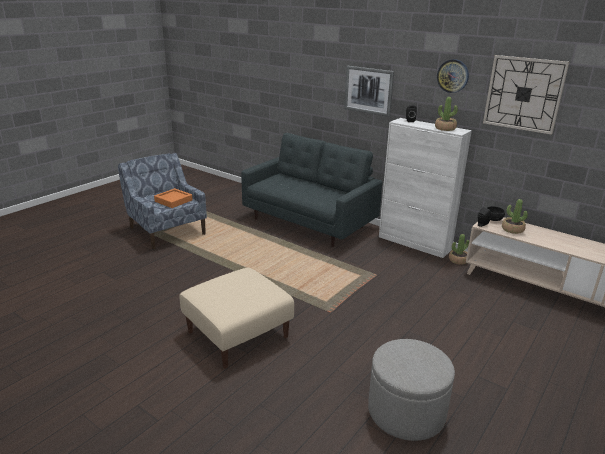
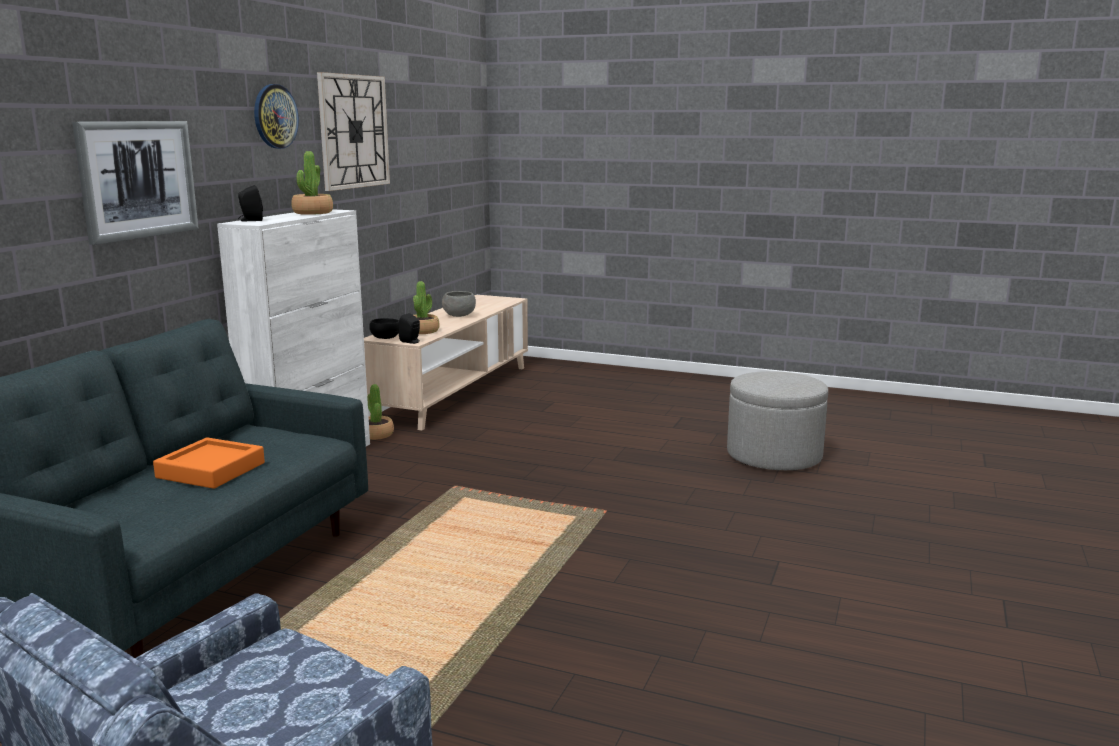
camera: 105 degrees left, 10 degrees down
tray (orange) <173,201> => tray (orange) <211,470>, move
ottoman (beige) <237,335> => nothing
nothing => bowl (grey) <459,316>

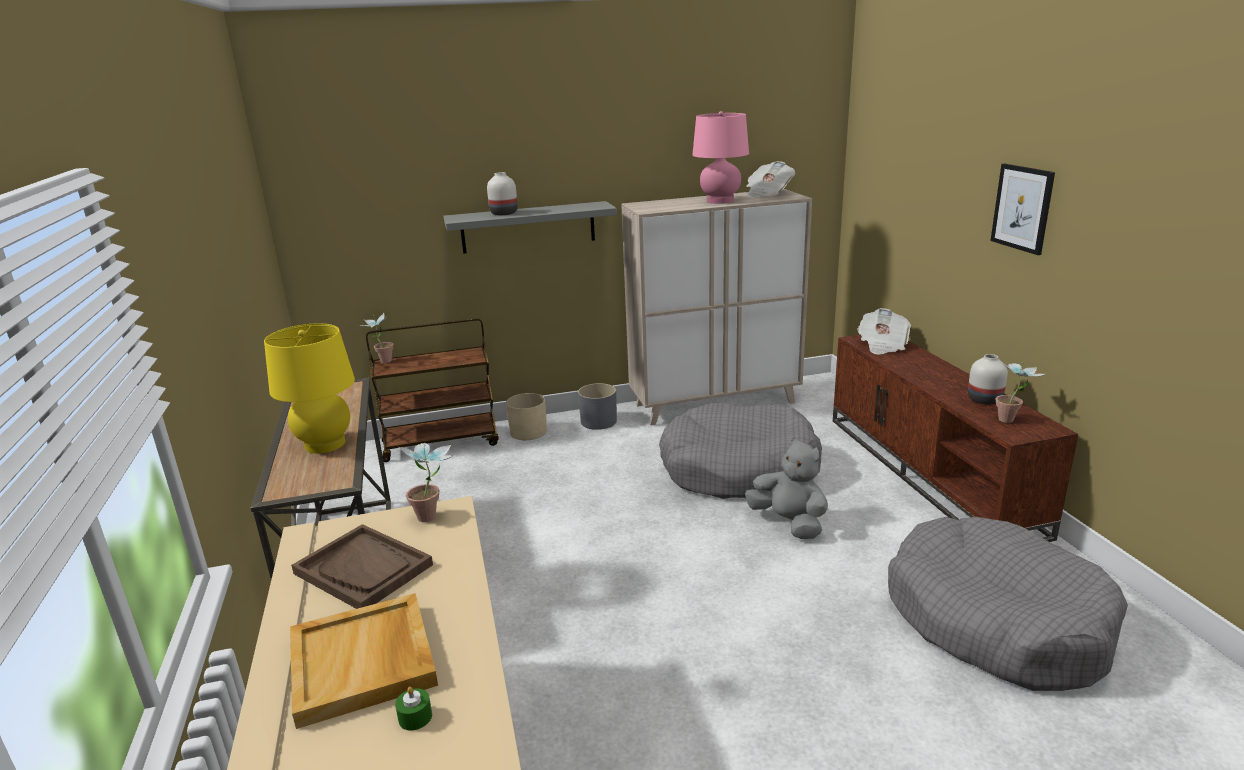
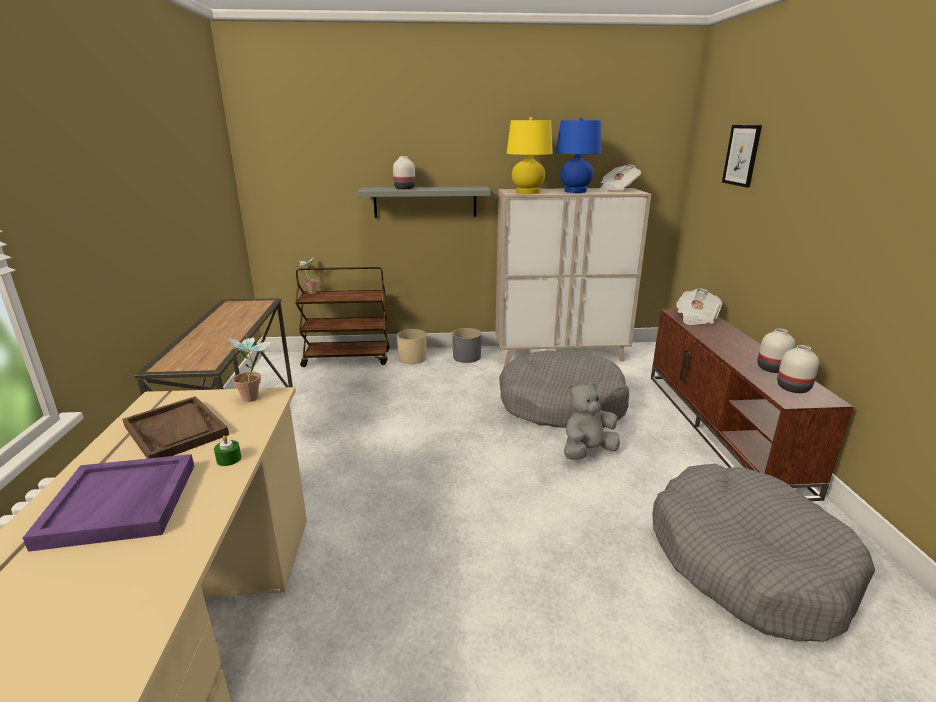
camera: 10 degrees right, 0 degrees up
table lamp (pink) <720,201> => table lamp (blue) <575,191>
picture <1022,208> => picture <742,155>, move
table lamp (yellow) <325,444> => table lamp (yellow) <527,192>, move
potted plant <1011,420> => vase (white) <792,387>
plush toy (grey) <789,523> => plush toy (grey) <587,451>, 90 degrees counterclockwise
tray (beige) <364,662> => tray (purple) <121,504>
candle (green) <415,717> => candle (green) <229,459>, move

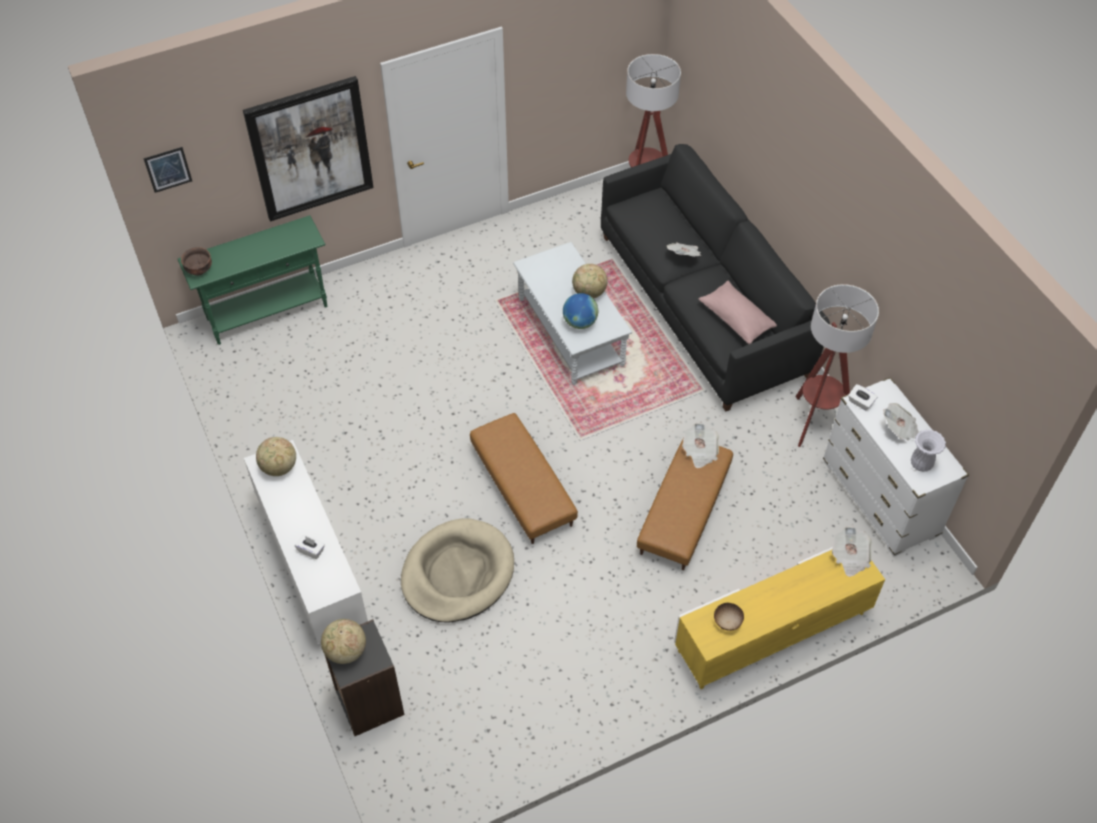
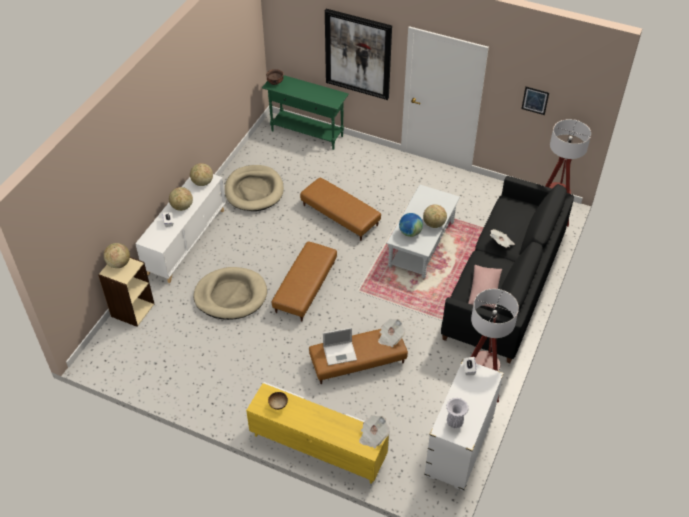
camera: 50 degrees right, 5 degrees down
picture <168,169> => picture <535,100>, move
newspaper <900,429> => nothing
bookcase (black) <368,702> => bookcase (beige) <132,310>
nothing => dog bed (beige) <254,190>
nothing => ottoman (brown) <340,215>
nothing => globe <182,207>
nothing => laptop <340,353>

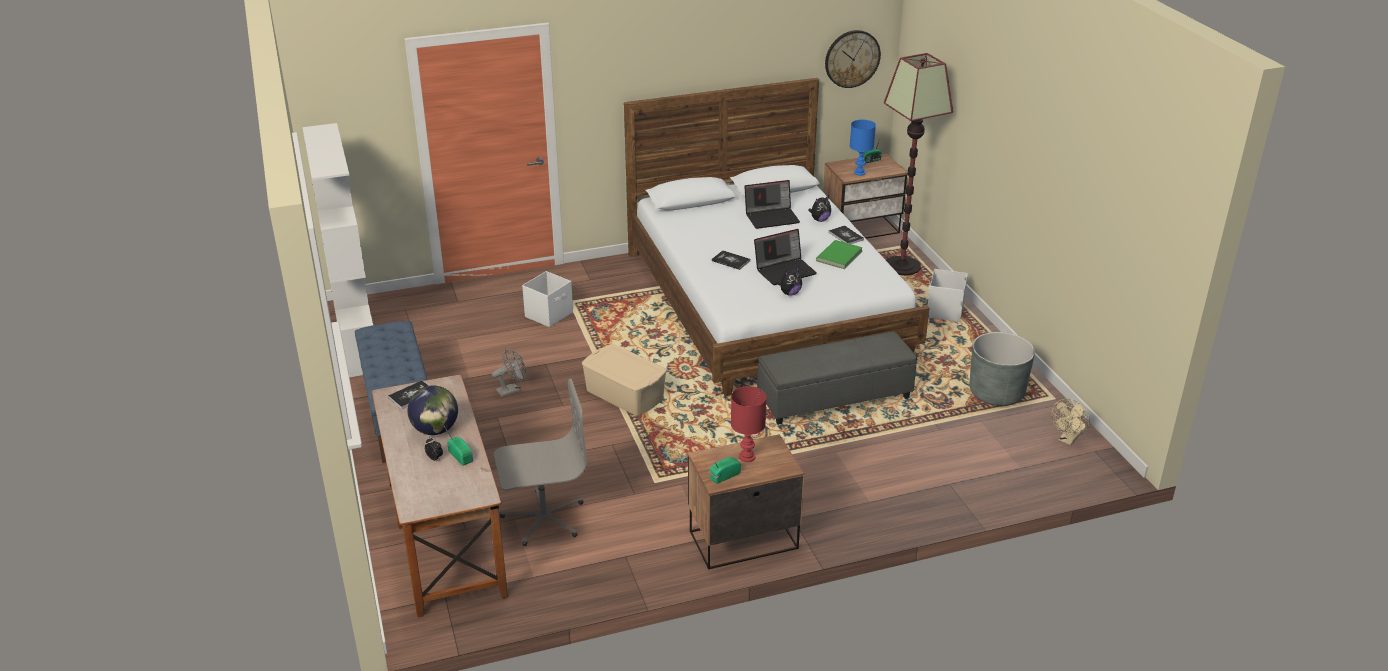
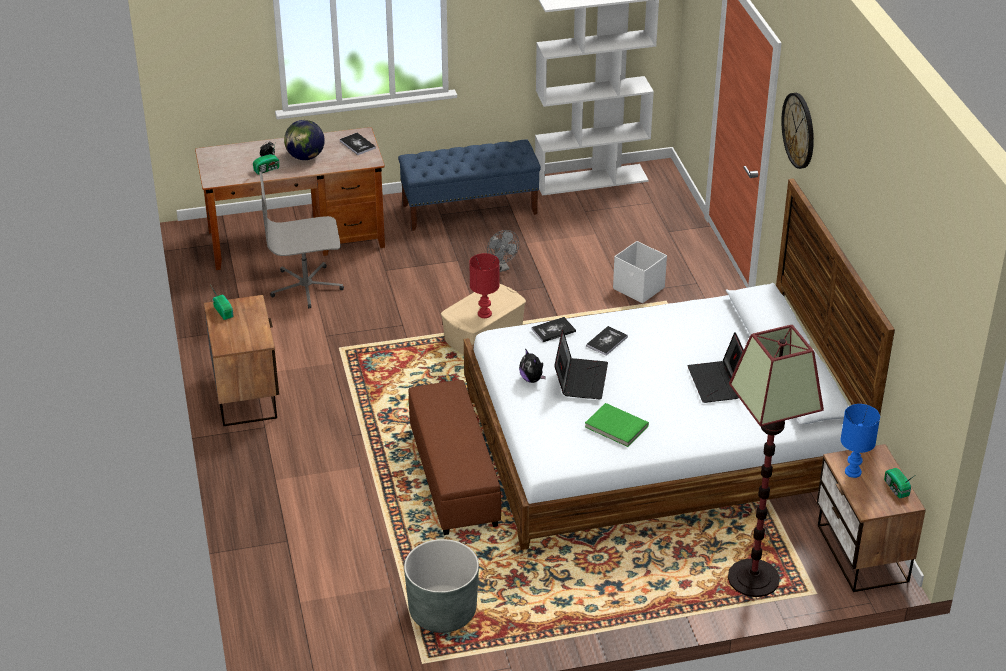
camera: 95 degrees right, 5 degrees up
wall clock <852,58> => wall clock <799,130>, move
plush toy <819,220> => nothing
book <846,236> => book <553,330>, move
laptop <785,270> => laptop <580,378>, 150 degrees counterclockwise
storage box (white) <944,311> => nothing
ottoman (grey) <834,397> => ottoman (brown) <455,477>
office chair (grey) <543,518> => office chair (grey) <306,287>, 90 degrees clockwise
table lamp (red) <747,457> => table lamp (red) <484,314>, move
fan (beige) <1068,440> => nothing

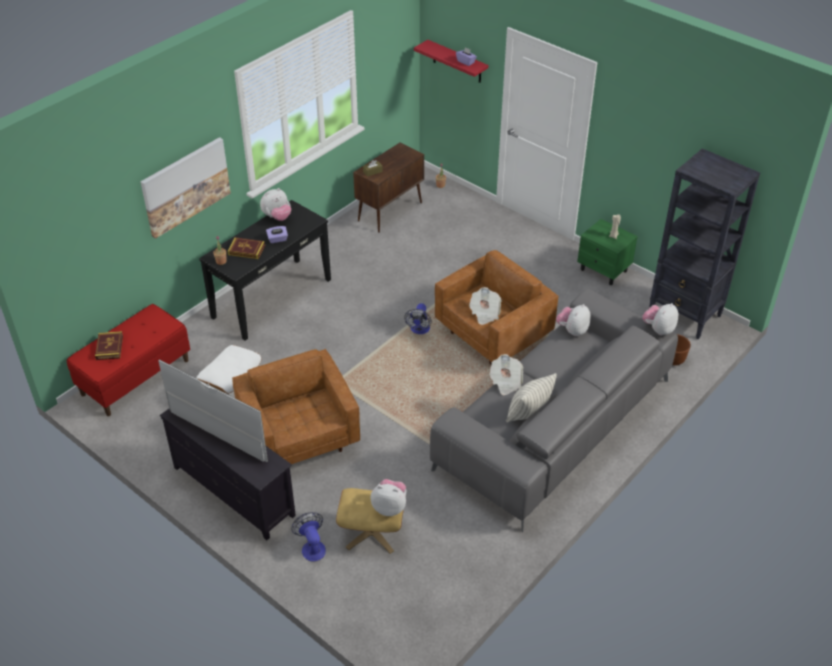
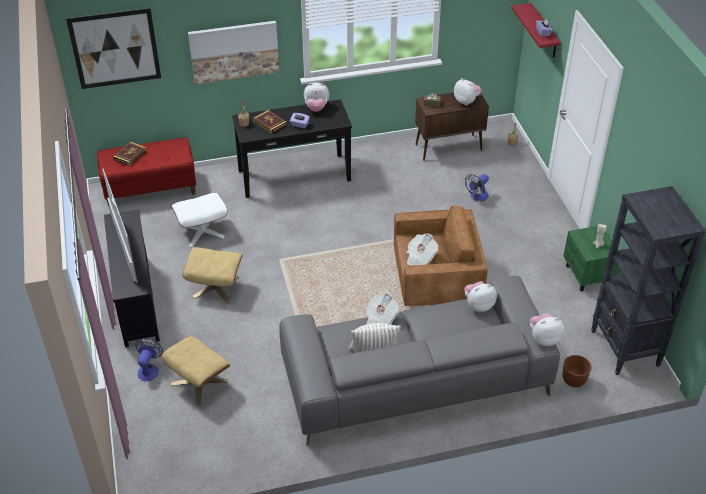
camera: 35 degrees right, 0 degrees up
fan <419,330> => fan <477,197>, move
armchair (brown) <299,437> => ottoman (beige) <216,287>
plush toy <390,507> => plush toy <466,101>, move
nothing => picture <115,48>

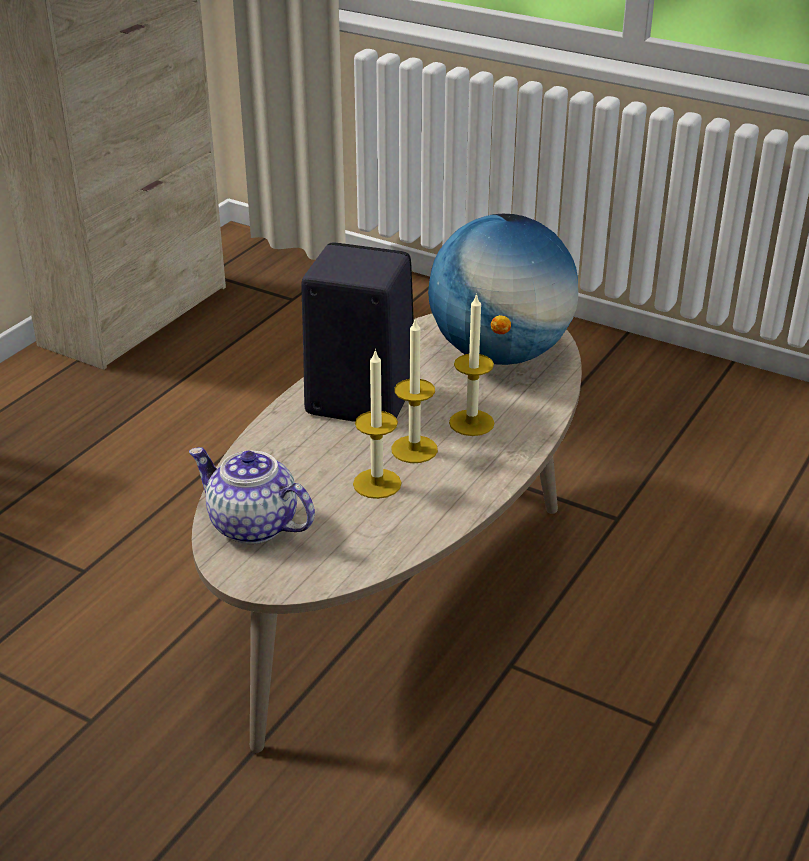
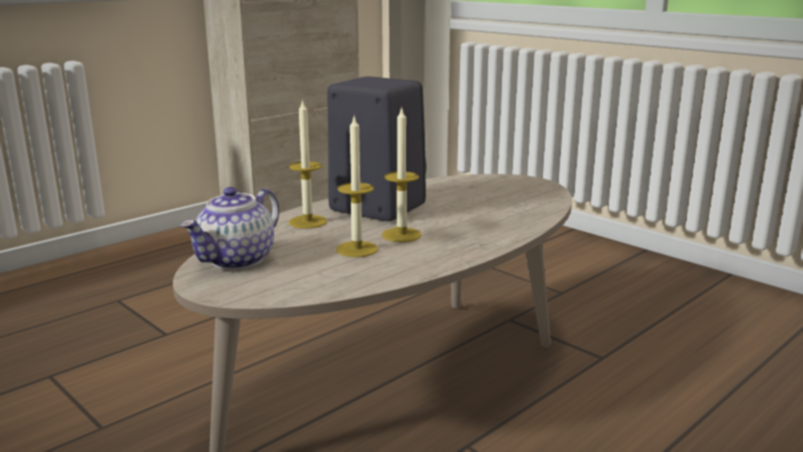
camera: 15 degrees right, 15 degrees down
globe <500,354> => nothing
candle <471,423> => candle <308,222>, move
teapot <252,525> => teapot <237,260>, 105 degrees counterclockwise

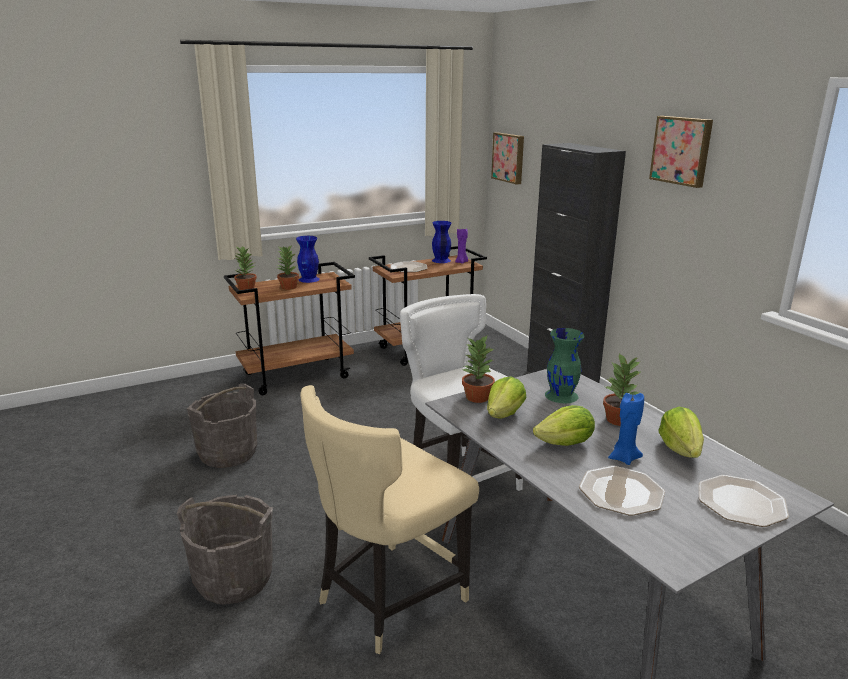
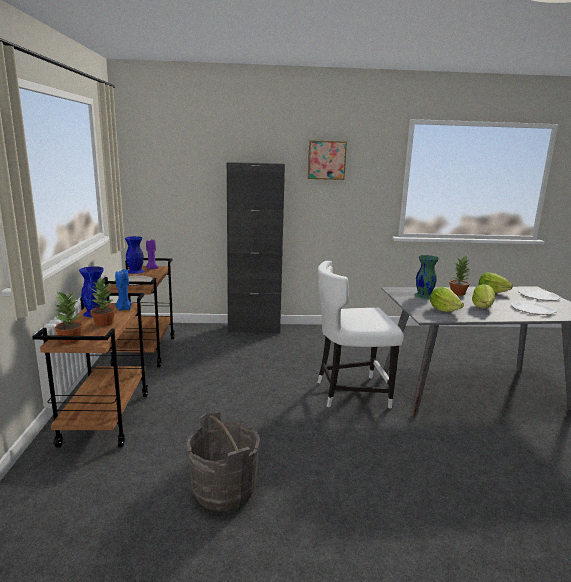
camera: 65 degrees left, 5 degrees down
picture <509,157> => nothing
potted plant <476,397> => nothing
chair (beige) <387,599> => nothing
candle (blue) <624,458> => candle (blue) <123,308>, move
bucket (grey) <234,578> => nothing

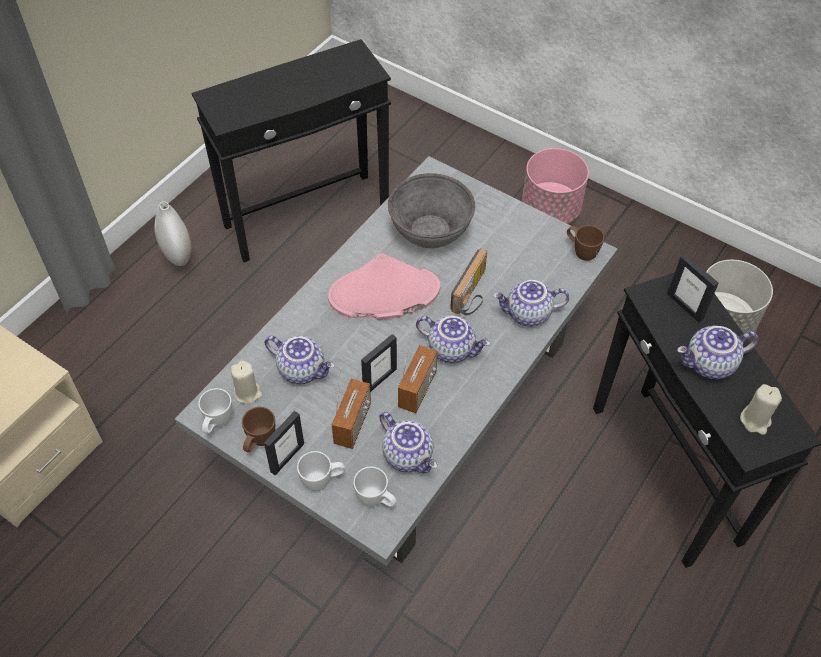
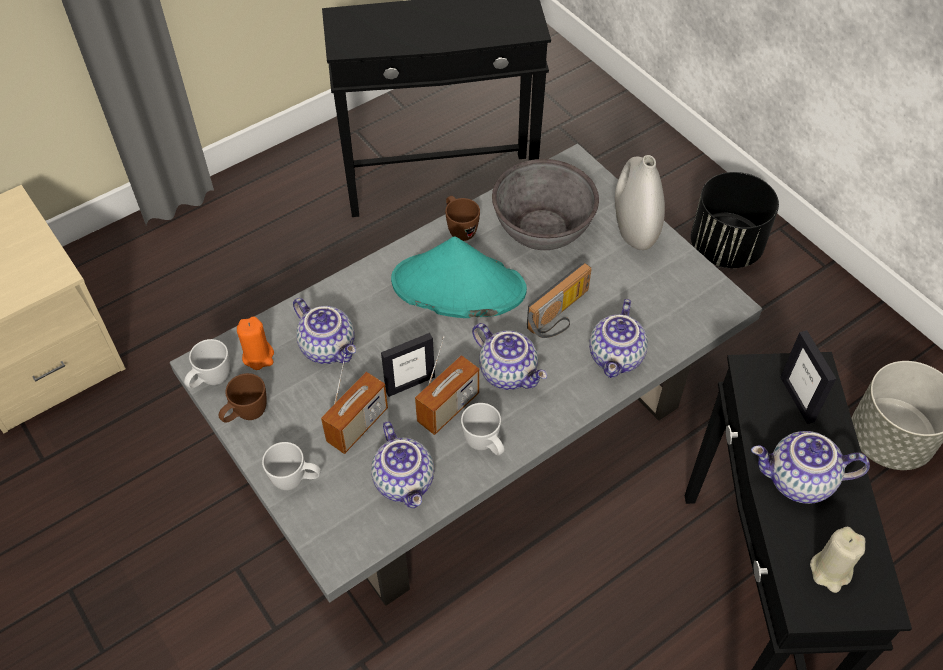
camera: 20 degrees right, 0 degrees up
planter (pink) <550,210> => planter (black) <725,247>
vase (white) <177,253> => vase (white) <634,230>, move
mug (brown) <581,251> => mug (brown) <459,229>, move
hat (pink) <383,293> => hat (turquoise) <457,286>
teapot <528,315> => teapot <617,357>, 90 degrees counterclockwise
candle (beige) <248,393> => candle (orange) <258,356>
picture frame <287,457> => nothing
mug (white) <376,500> => mug (white) <485,445>, move

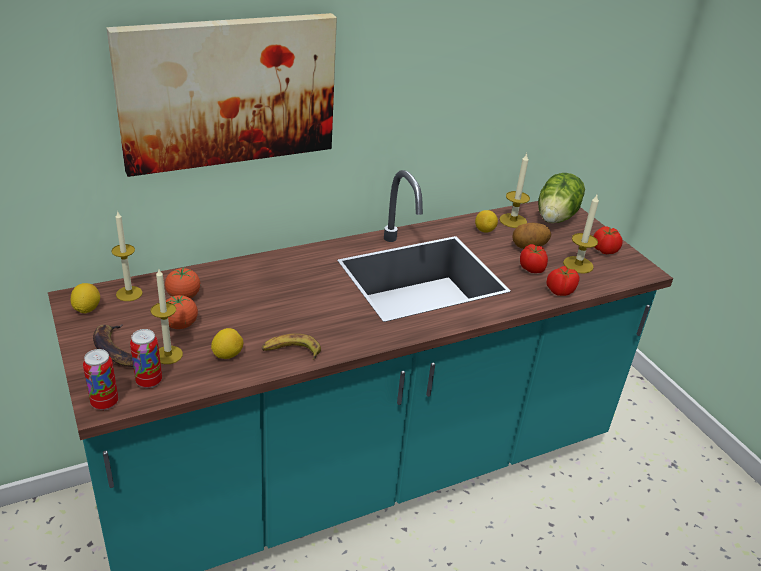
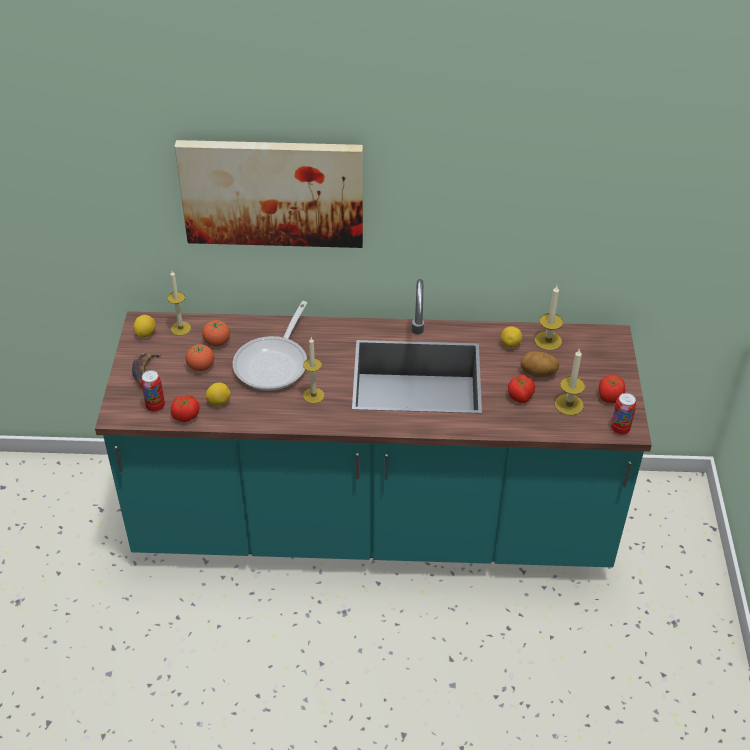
camera: 30 degrees right, 10 degrees up
lettuce <557,217> => nothing
tomato <559,291> => tomato <186,416>, move
candle <168,355> => candle <313,395>, move
banana <291,352> => nothing
can <104,403> => can <620,429>, move
nothing => frying pan <274,363>

